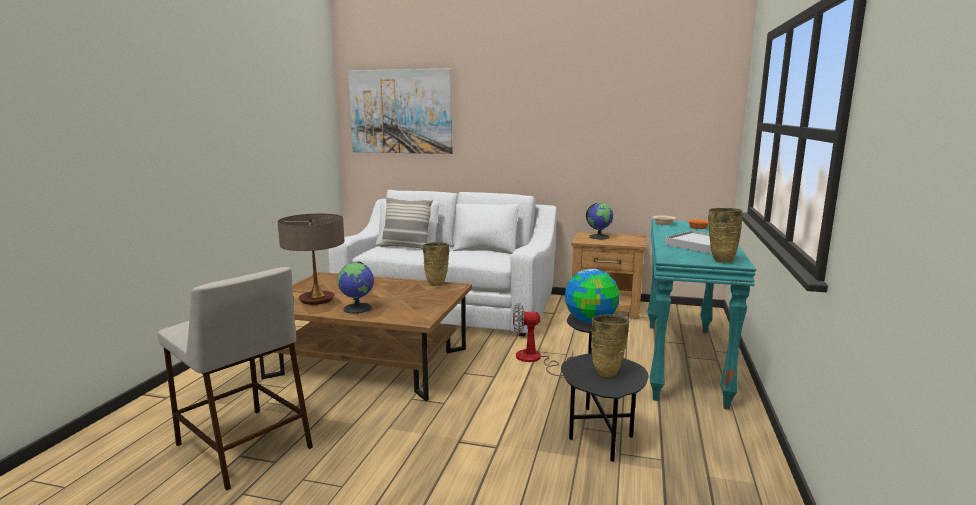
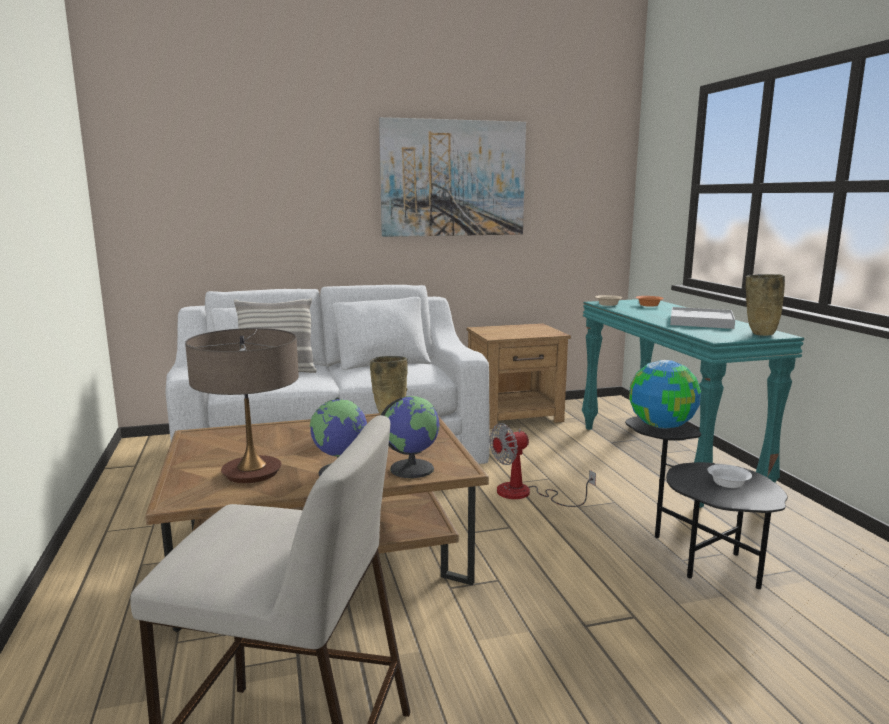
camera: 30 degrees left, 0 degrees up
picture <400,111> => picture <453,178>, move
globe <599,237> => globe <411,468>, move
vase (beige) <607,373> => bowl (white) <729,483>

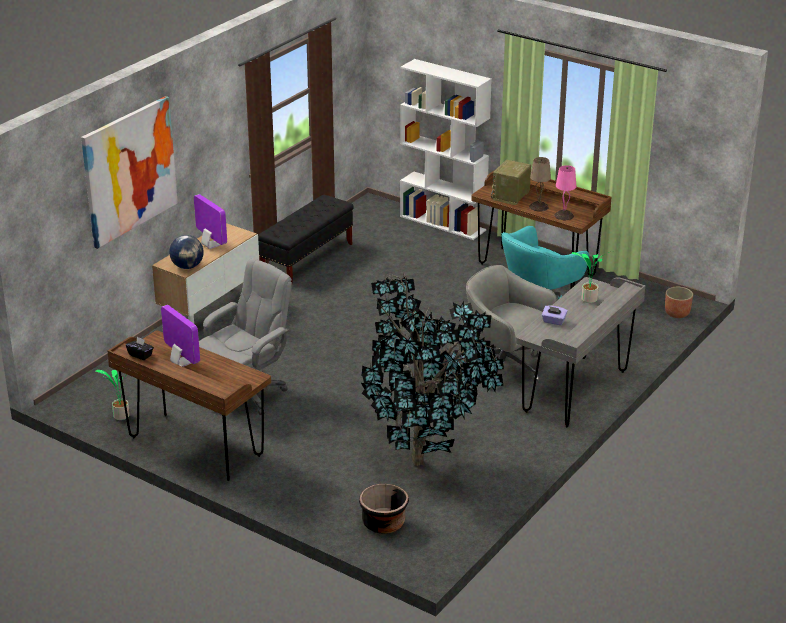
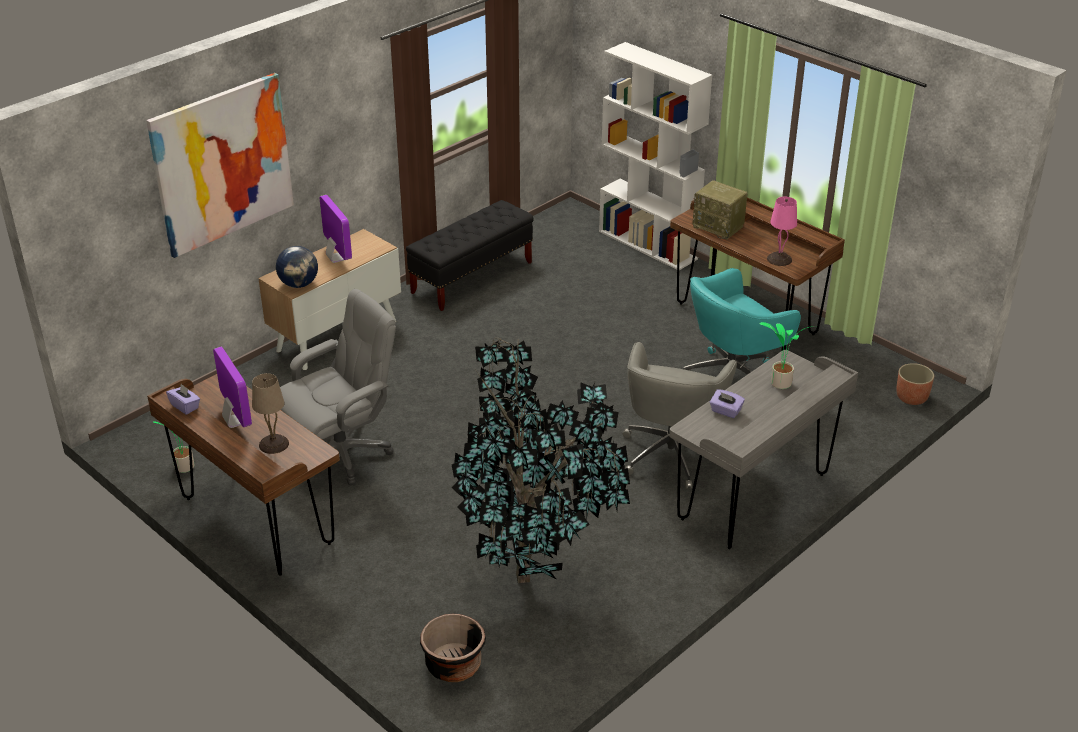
camera: 10 degrees right, 5 degrees up
table lamp (beige) <539,206> => table lamp (beige) <274,444>, move
radio <511,196> => radio <719,226>, 90 degrees counterclockwise
office chair (grey) <505,368> => office chair (grey) <671,452>, 120 degrees counterclockwise
tissue box (black) <140,355> => tissue box (purple) <185,406>

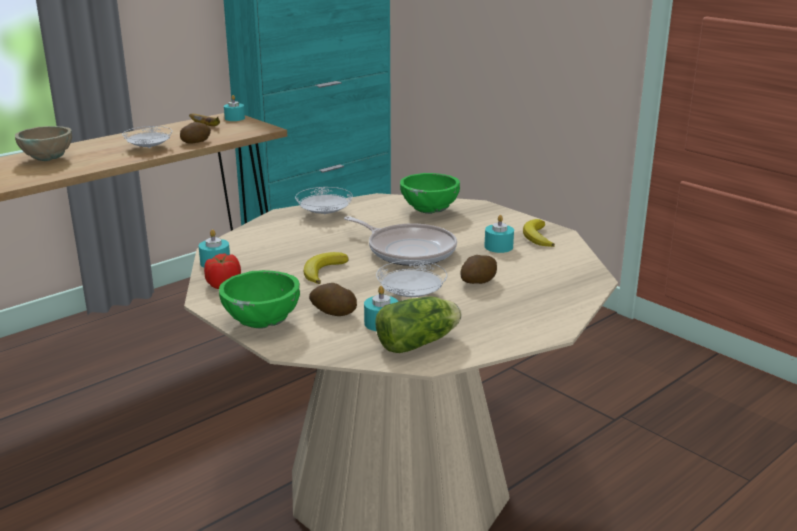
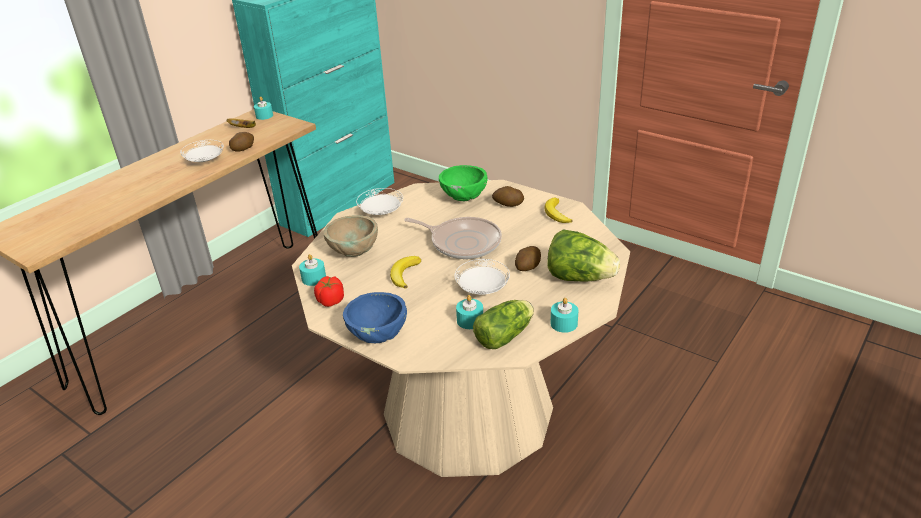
camera: 10 degrees left, 10 degrees up
bowl (beige) <47,159> => bowl (beige) <353,252>, move
candle (turquoise) <498,247> => candle (turquoise) <564,323>, move
bowl (green) <261,323> => bowl (blue) <377,335>
potato <333,313> => potato <508,205>, move
nothing => lettuce <579,278>

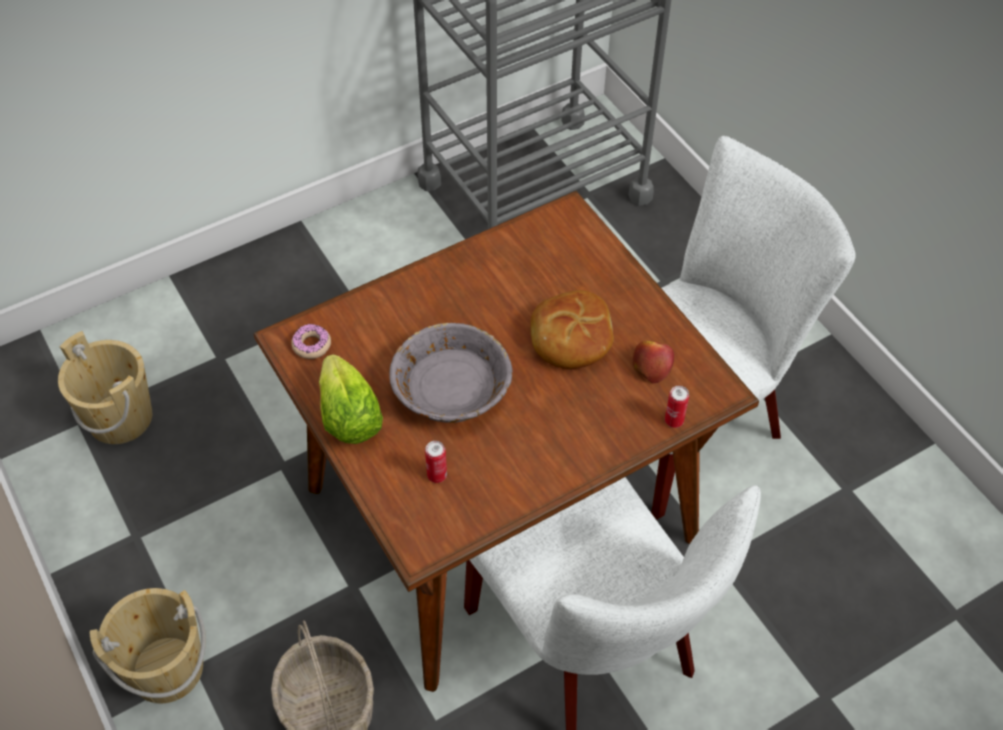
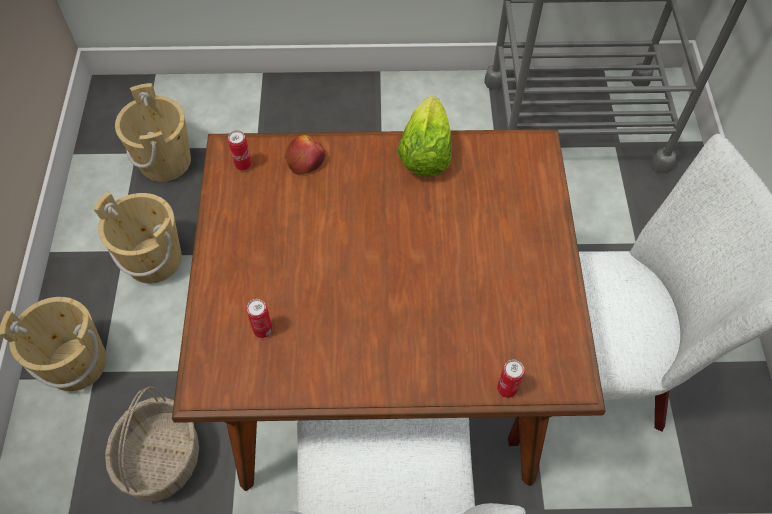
camera: 30 degrees right, 5 degrees up
bread <570,338> => nothing
bowl (grey) <452,388> => nothing
donut <311,345> => can <243,165>
apple <652,365> => apple <305,159>, move
lettuce <349,418> => lettuce <425,154>, move
nothing => bucket (beige) <154,259>

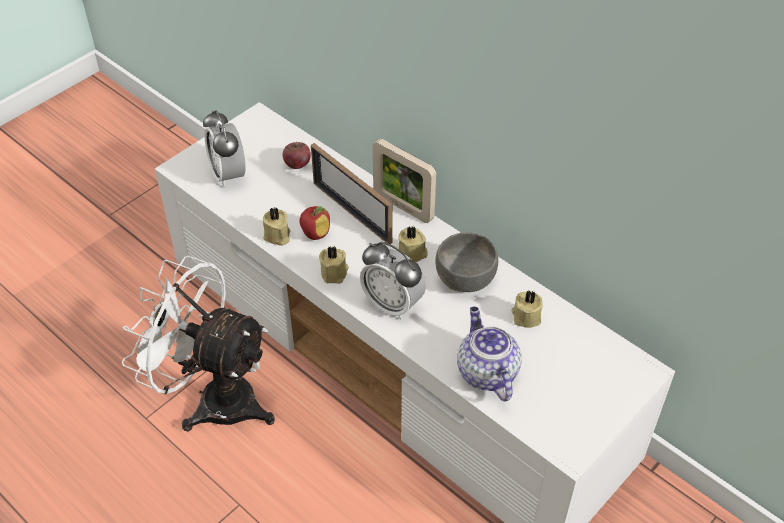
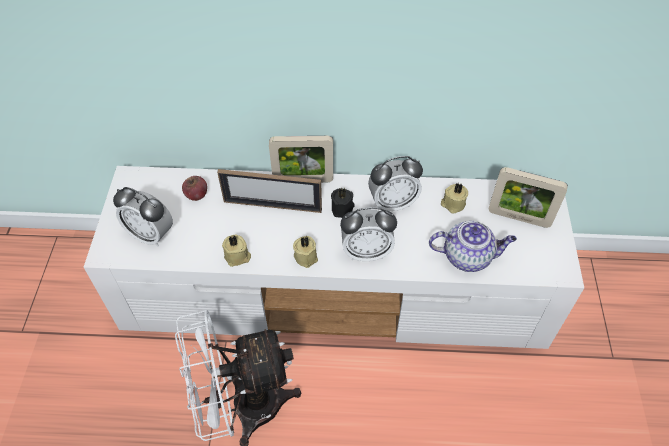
camera: 40 degrees left, 5 degrees up
apple <315,234> => nothing
candle (beige) <412,254> => candle (black) <343,209>
bowl (grey) <466,278> => alarm clock <392,203>
teapot <486,372> => teapot <468,256>, 150 degrees clockwise
nothing => picture frame <519,217>

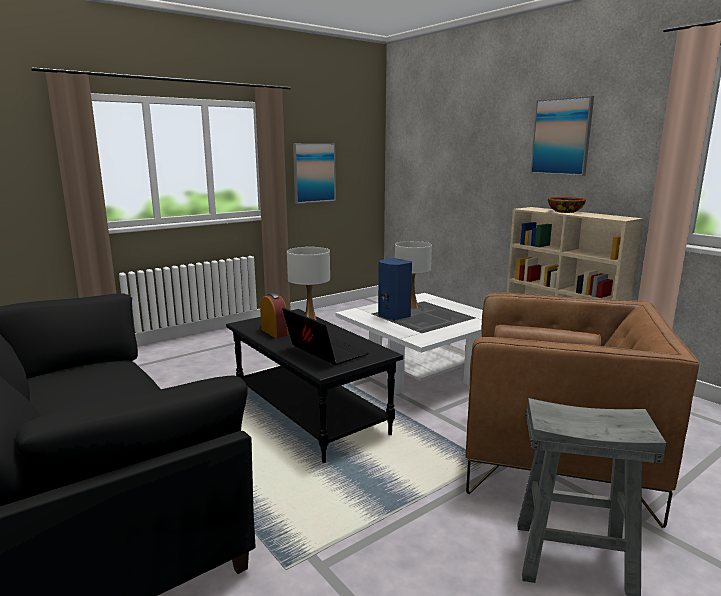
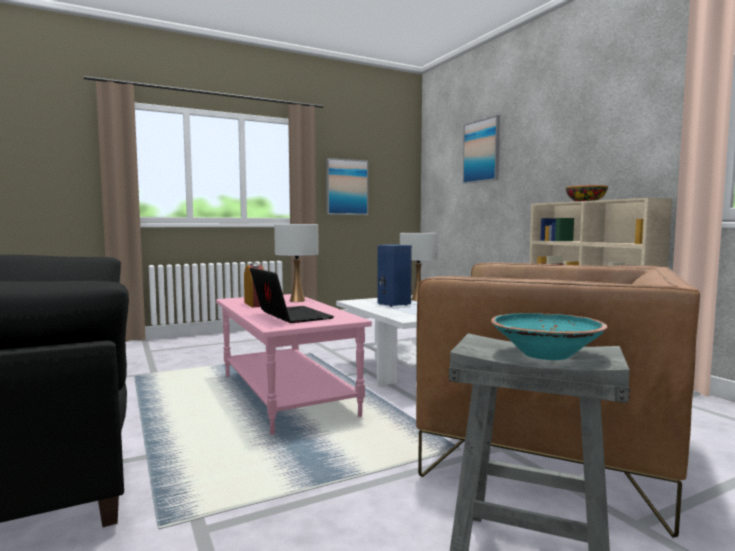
camera: 10 degrees right, 10 degrees down
picture <561,137> => picture <481,151>, move
coffee table (black) <308,414> => coffee table (pink) <284,394>
nothing => bowl (turquoise) <546,355>

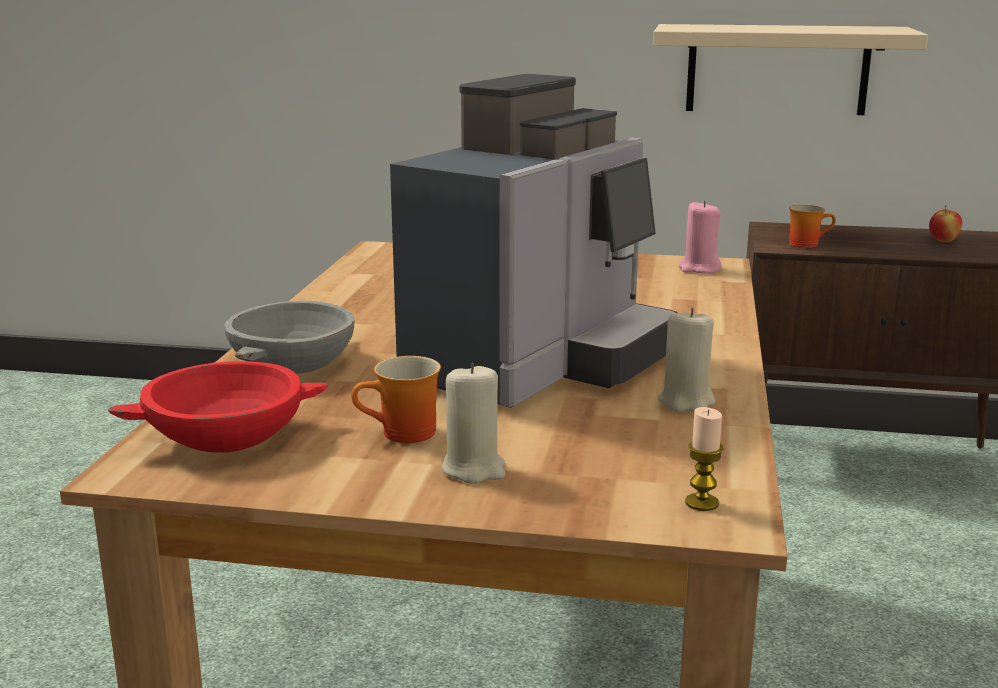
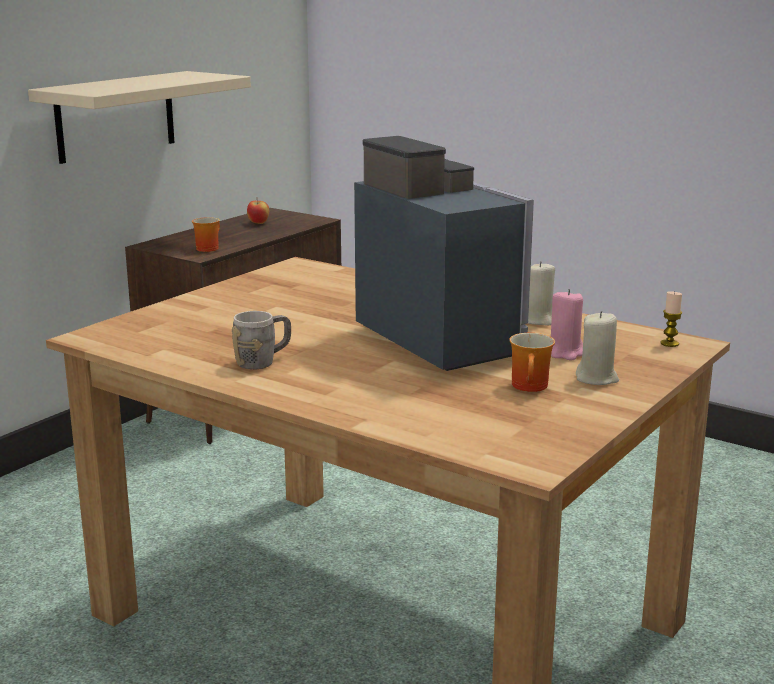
camera: 65 degrees left, 0 degrees up
candle (pink) <699,269> => candle (pink) <565,353>, move
bowl (grey) <291,363> => nothing
bowl (red) <227,436> => nothing
nothing => mug (grey) <263,361>

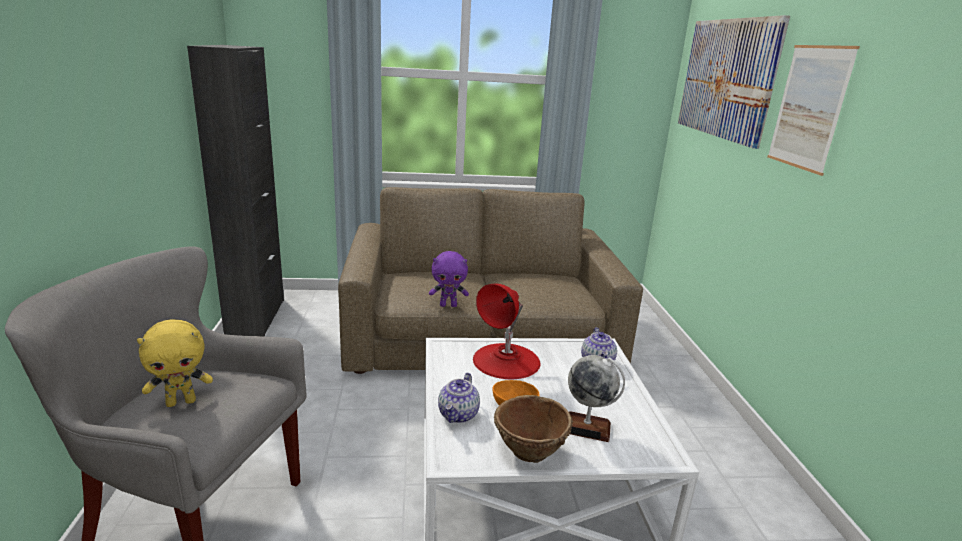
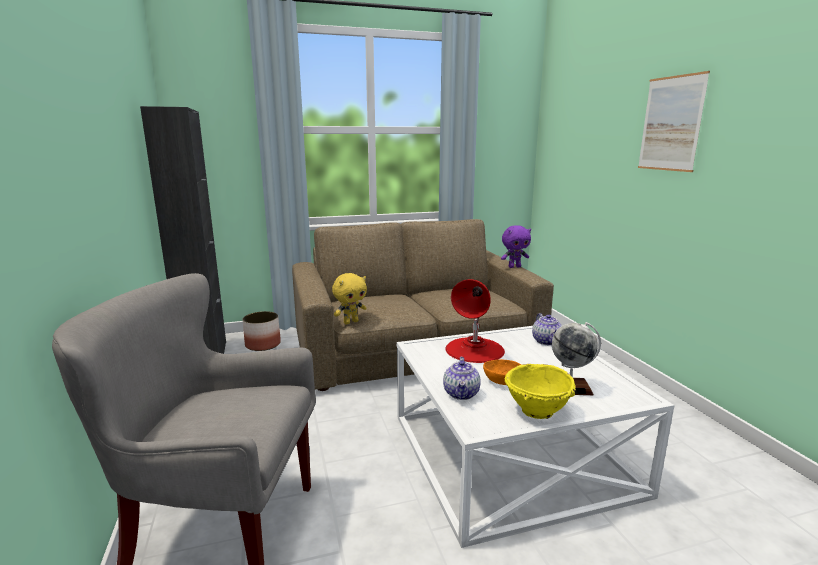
camera: 10 degrees left, 5 degrees down
picture <727,78> => nothing
plush toy (purple) <448,305> => plush toy (purple) <514,267>, move
plush toy (yellow) <181,402> => plush toy (yellow) <350,322>, move
bowl (brown) <529,451> => bowl (yellow) <537,411>
nothing => planter <263,344>

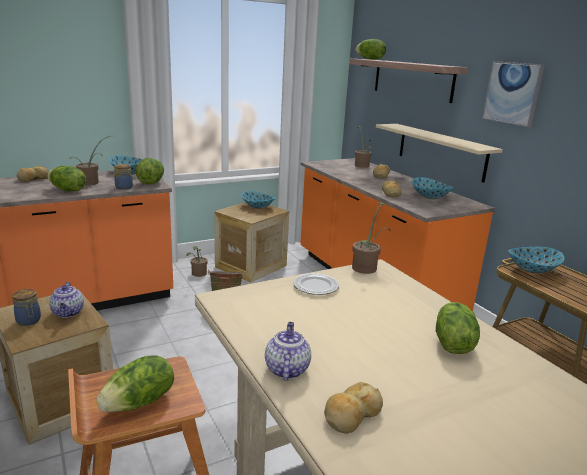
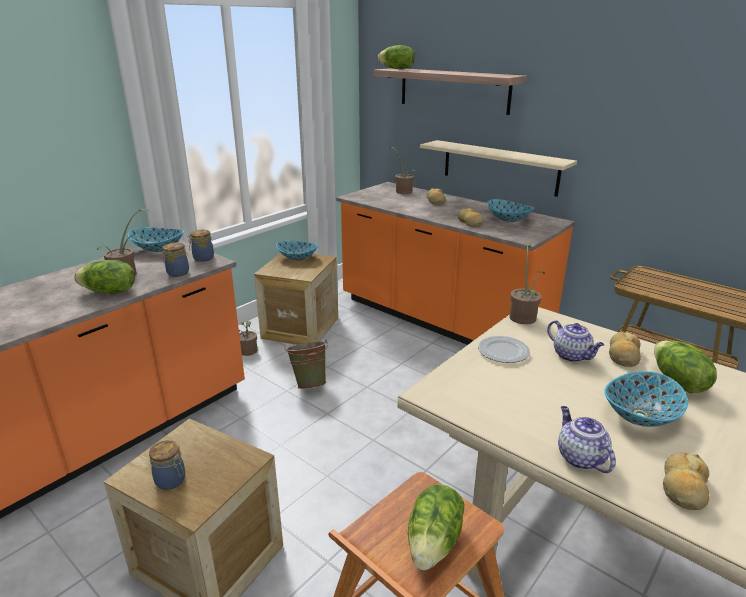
camera: 20 degrees left, 5 degrees up
picture <512,93> => nothing
lettuce <151,182> => jar <202,258>
bread <33,179> => bread <623,356>, move
bowl <533,269> => bowl <641,416>, move
teapot <68,313> => teapot <572,356>, move

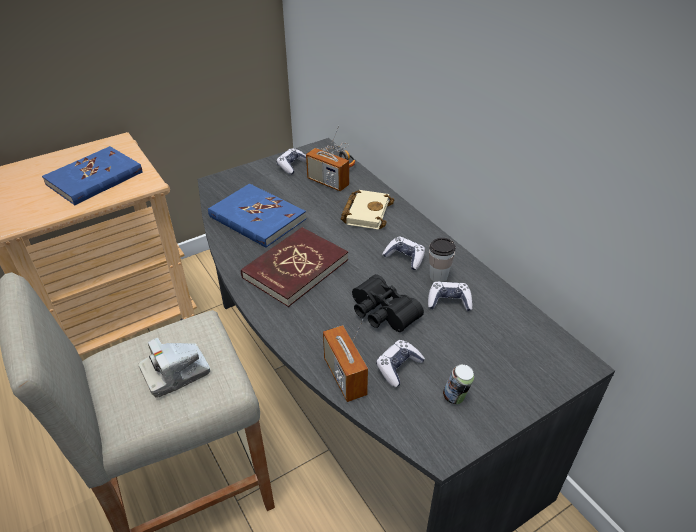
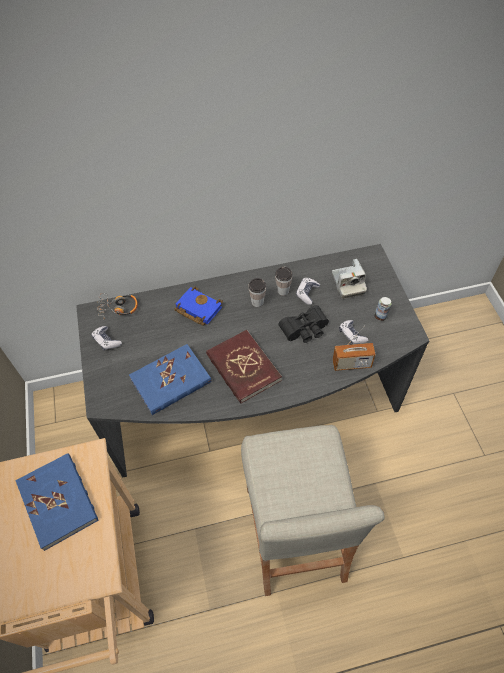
camera: 70 degrees left, 15 degrees up
radio <328,182> => nothing
book (beige) <366,212> => book (blue) <197,309>
game controller <404,257> => cup <257,302>
photo camera <176,373> => photo camera <348,284>, move

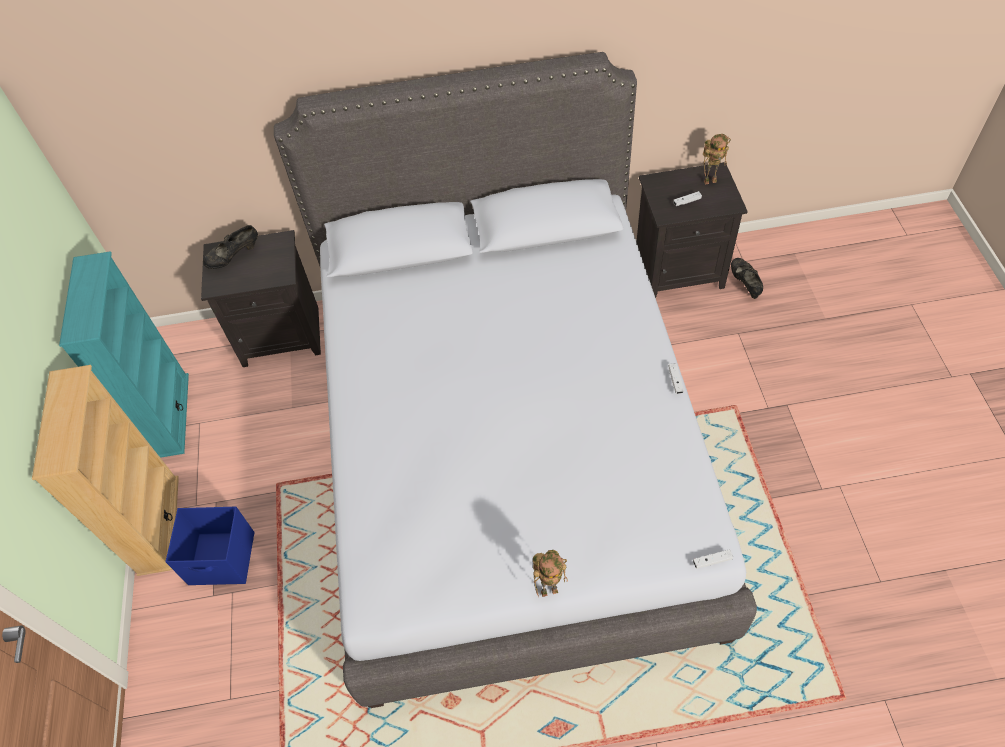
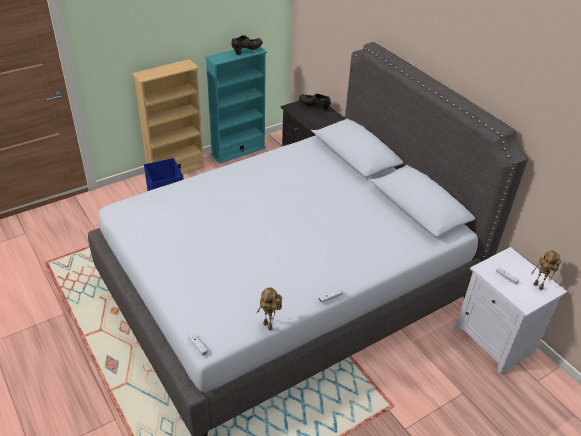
camera: 60 degrees right, 15 degrees down
nightstand (black) <679,270> => nightstand (white) <496,341>
shoe (black) <745,284> => shoe (black) <247,51>, move
toy robot <550,589> => toy robot <269,326>, move

